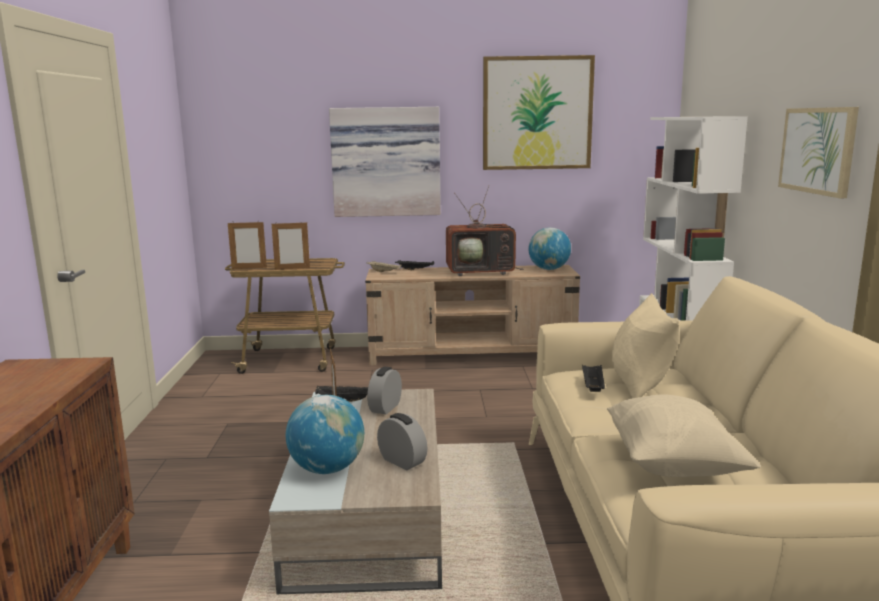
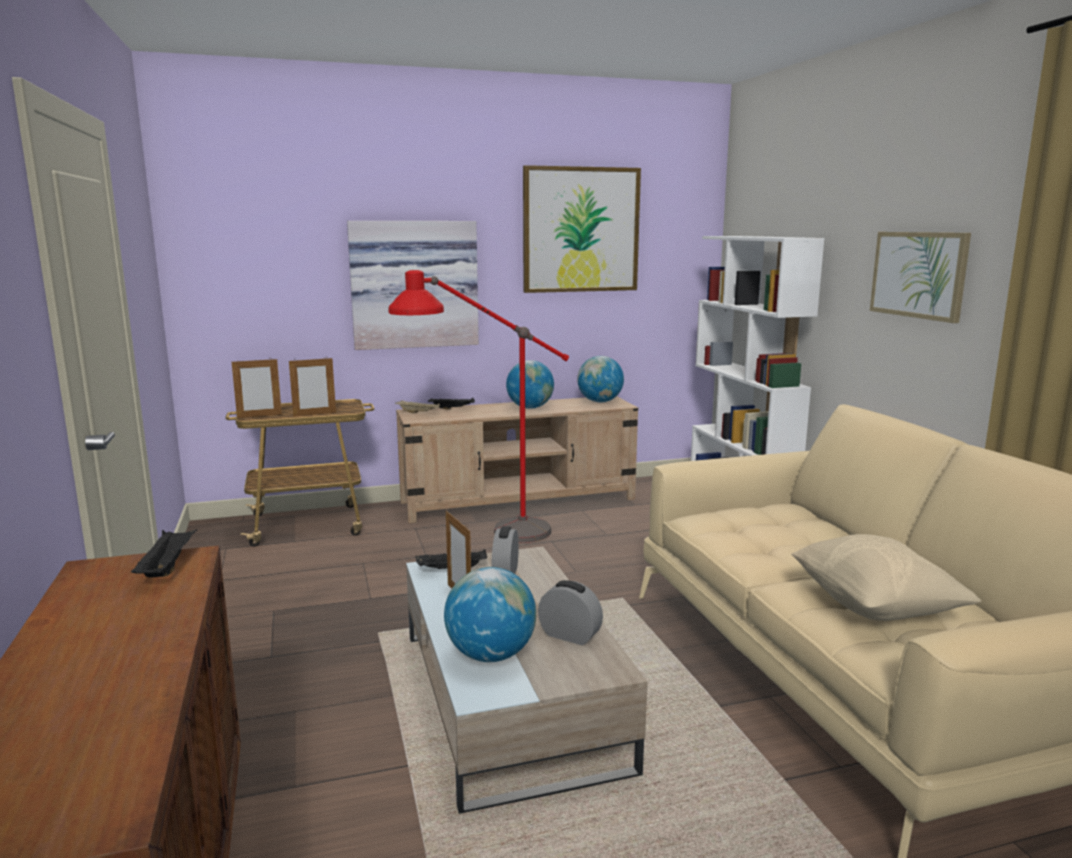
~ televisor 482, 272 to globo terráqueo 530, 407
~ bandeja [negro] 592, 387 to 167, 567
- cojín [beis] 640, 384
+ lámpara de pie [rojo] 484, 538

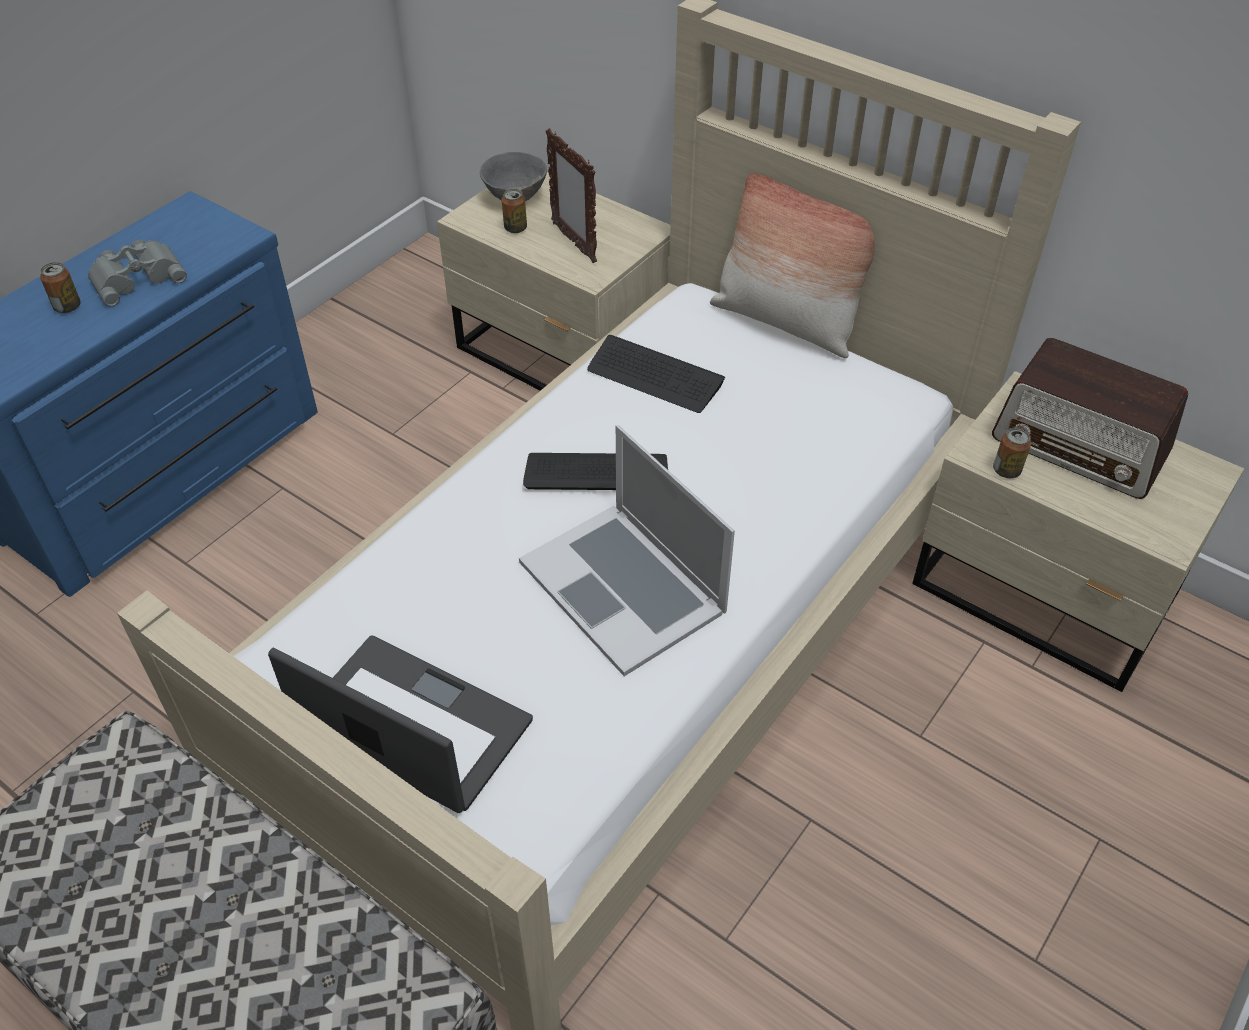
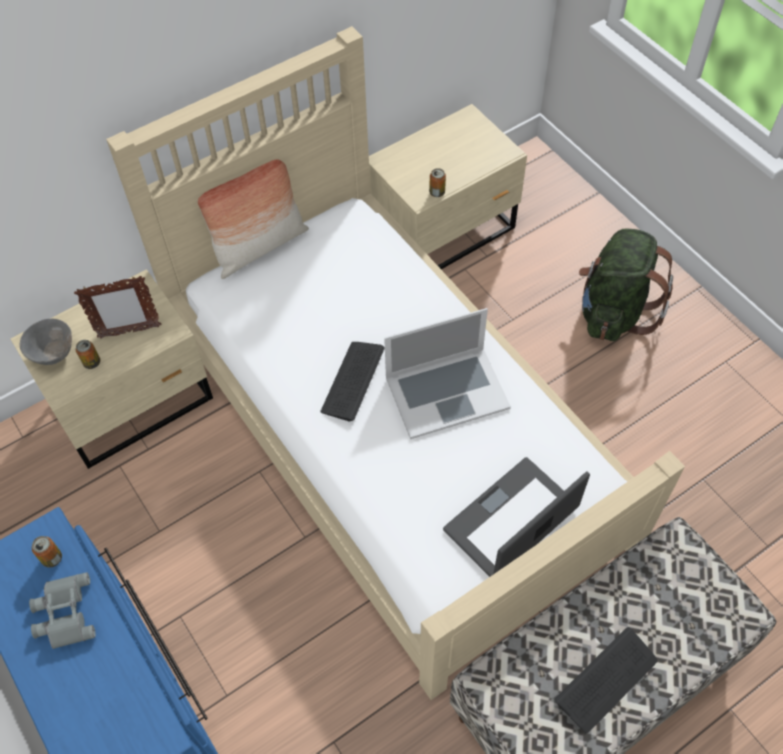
~ lata 67, 307 to 52, 558
~ teclado 654, 376 to 606, 680
- radio 1080, 445
+ mochila [verde] 613, 312

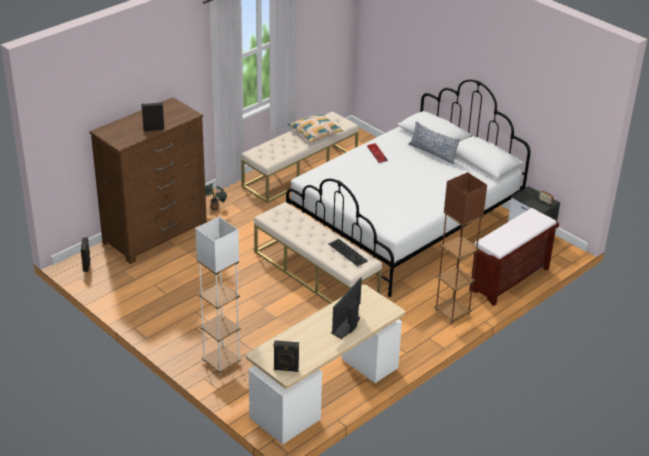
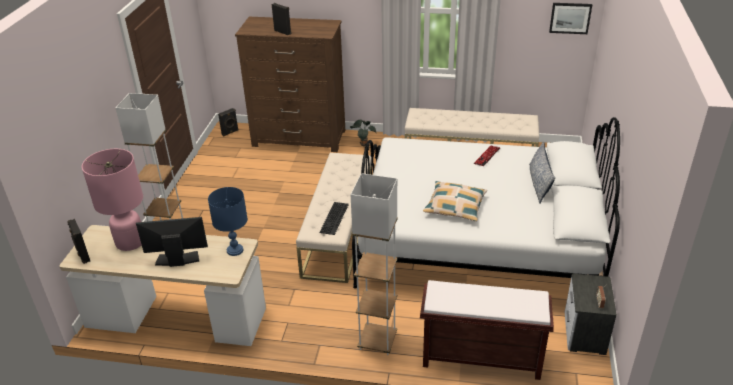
~ cojín 315, 132 to 455, 206
~ lámpara de pie [marrón] 452, 312 to lámpara de pie [blanco] 377, 341
+ lámpara de mesa [rosa] 130, 242
+ lámpara de mesa [azul] 234, 250
+ cuadro 570, 18

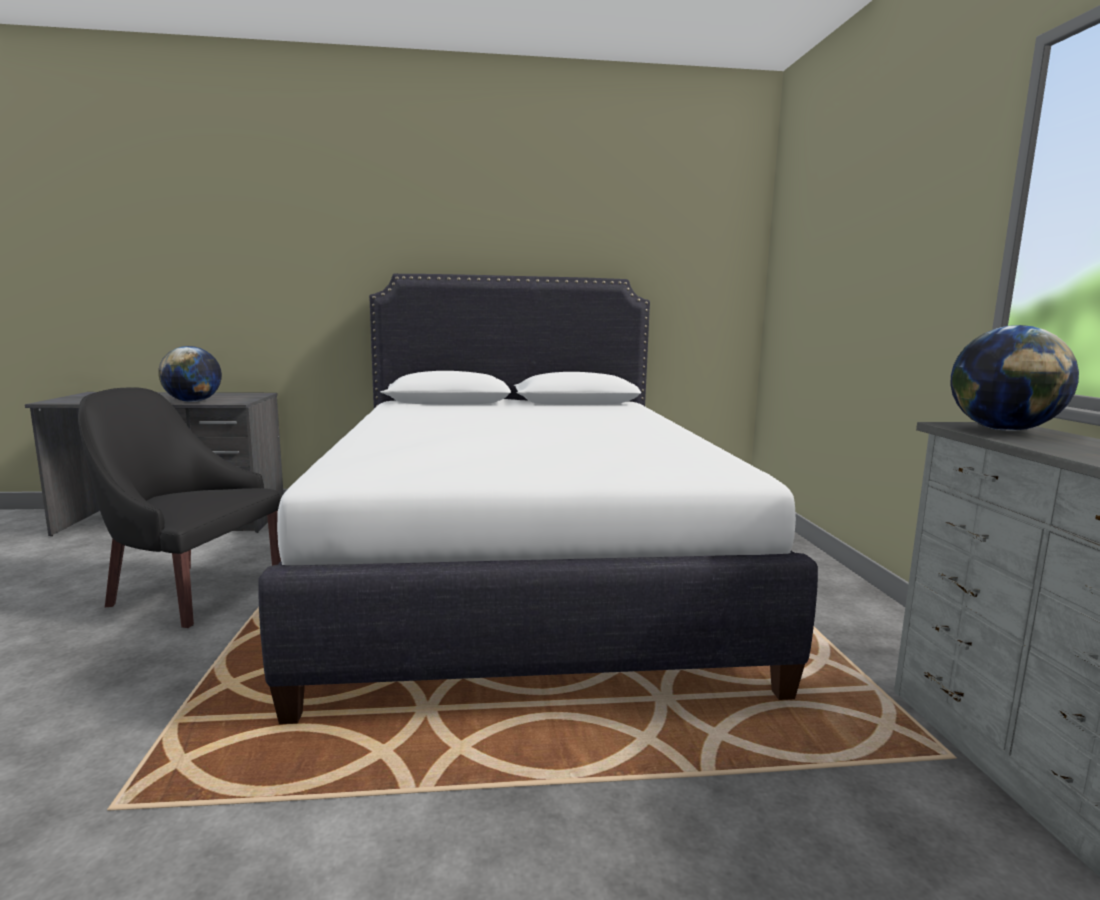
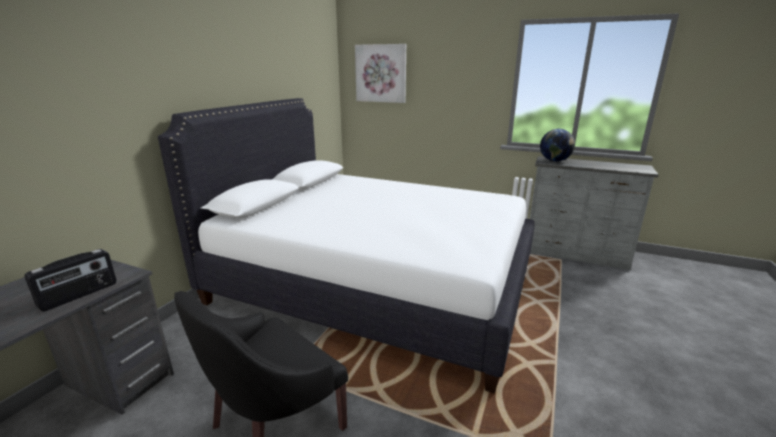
~ globo terráqueo 193, 401 to radio 79, 295
+ cuadro 381, 73

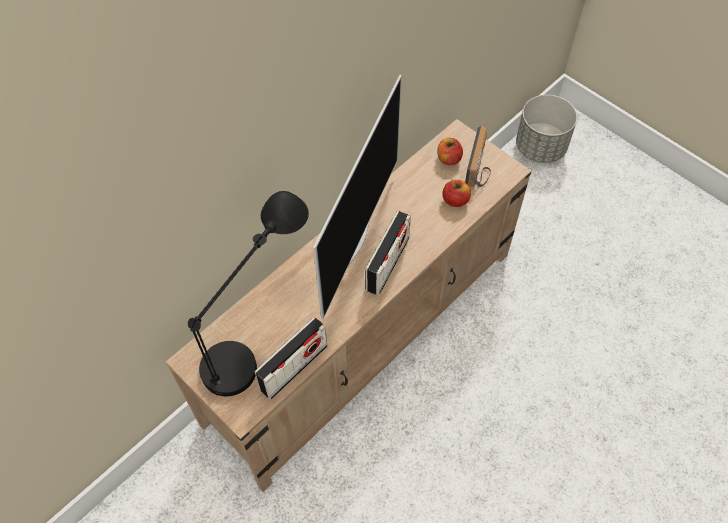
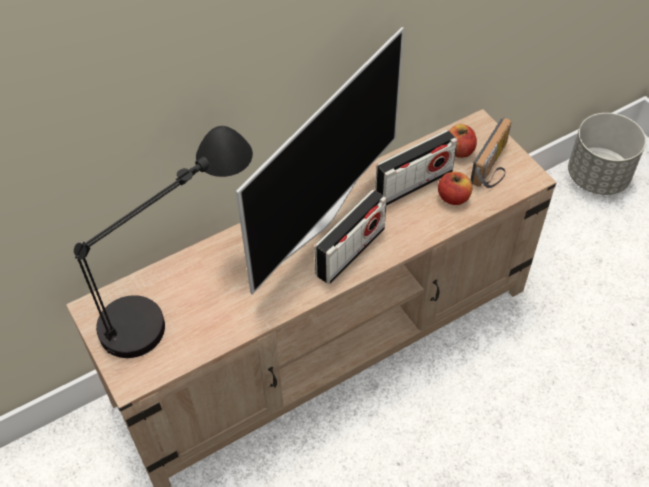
~ radio 294, 367 to 414, 184

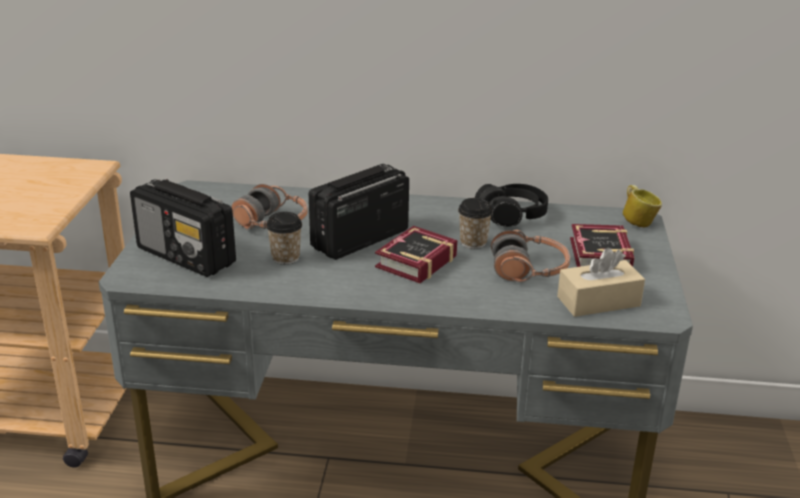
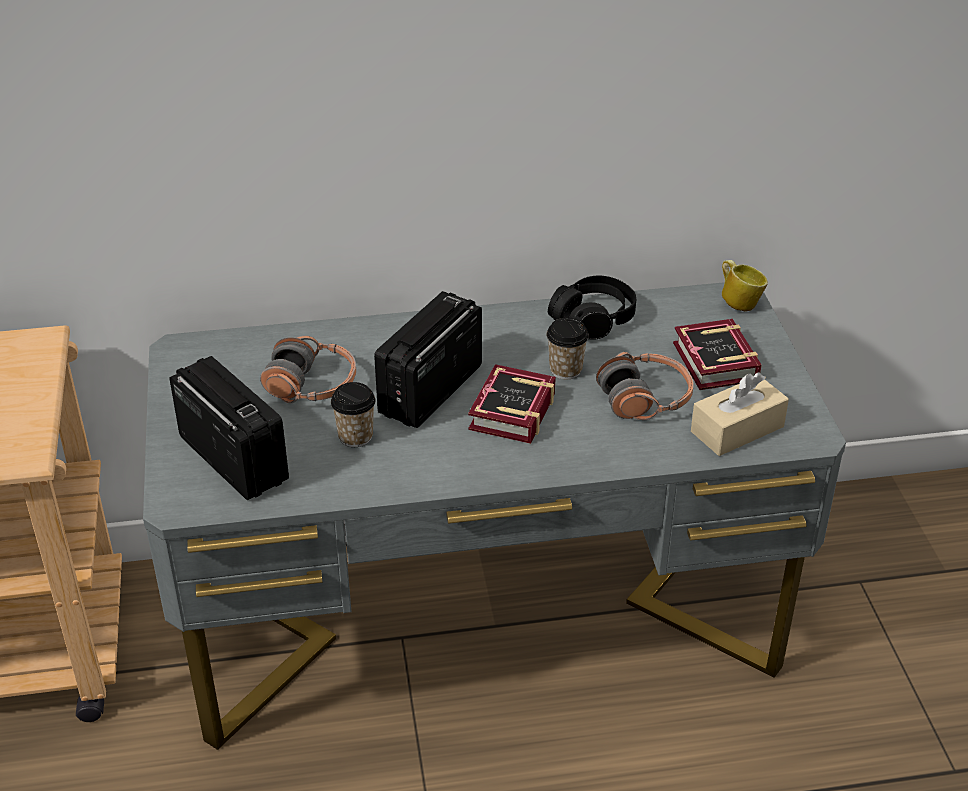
~ radio 186, 256 = 233, 458 150 degrees counterclockwise

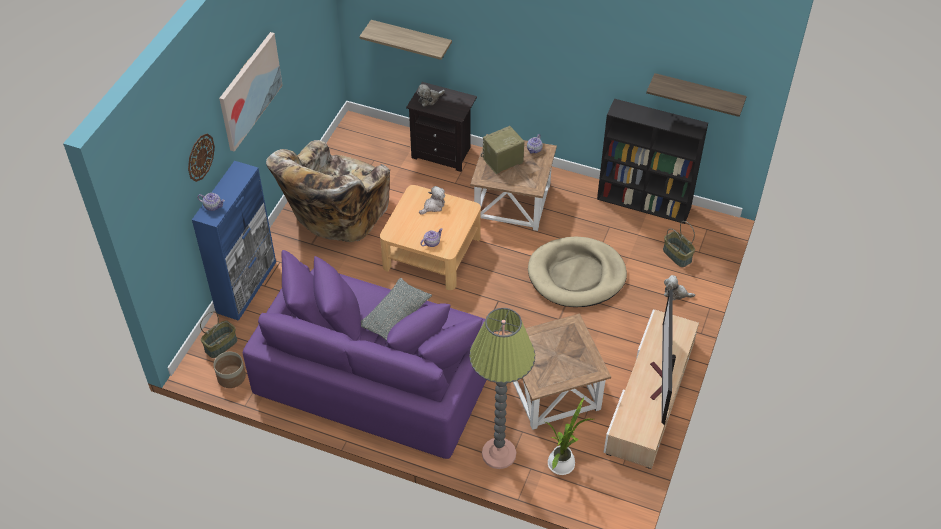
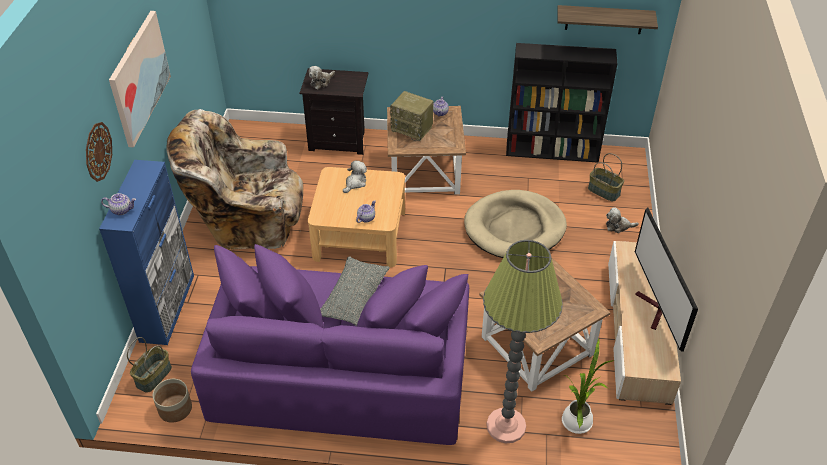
~ sillón [beis] 335, 217 = 246, 219 75 degrees clockwise
- estante 411, 39
~ radio 502, 161 = 412, 128 105 degrees counterclockwise

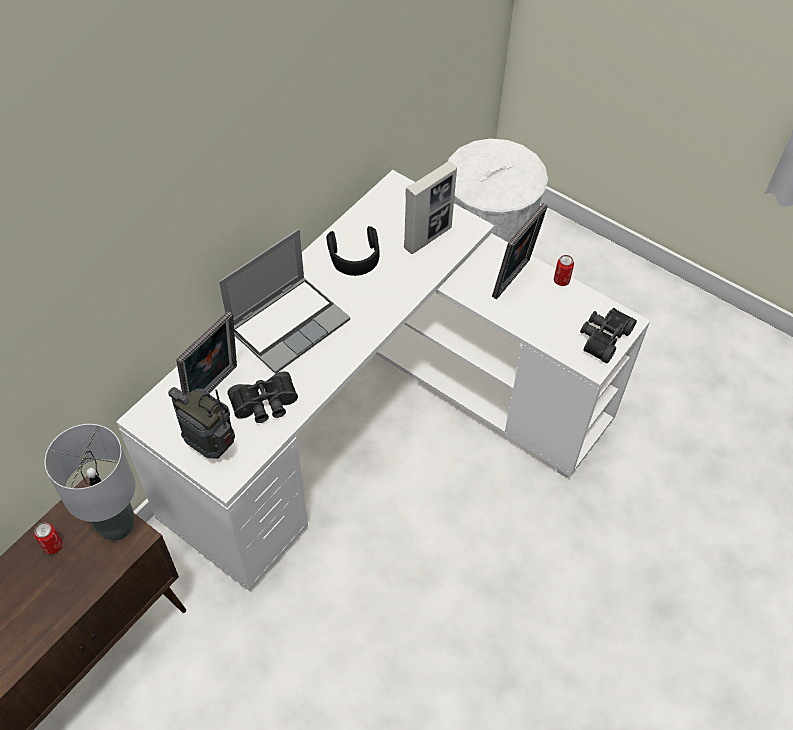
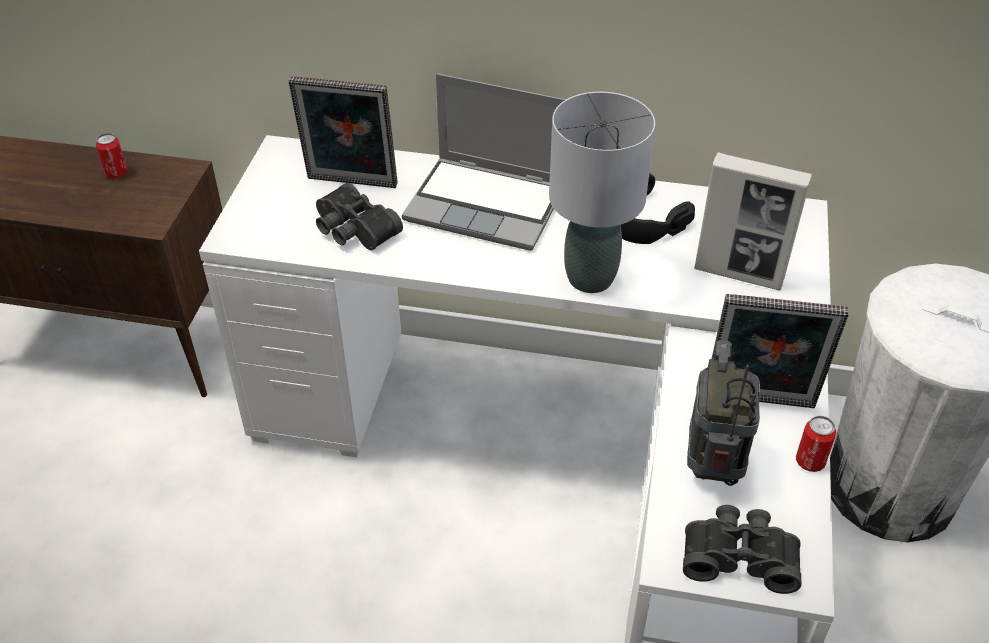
~ lámpara de mesa [gris] 117, 526 to 590, 279
~ radio 211, 446 to 713, 466

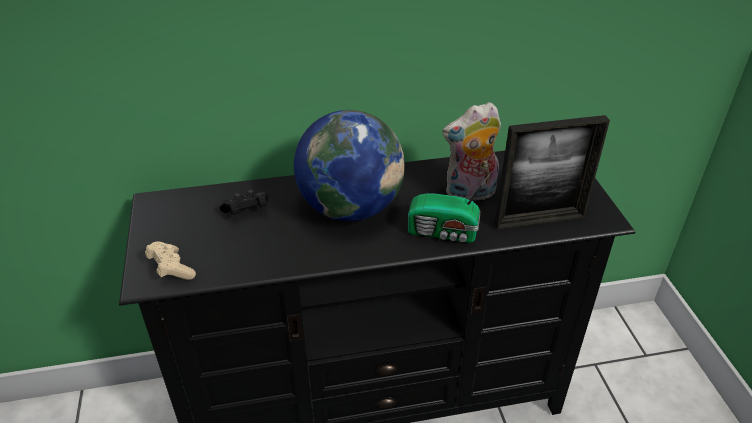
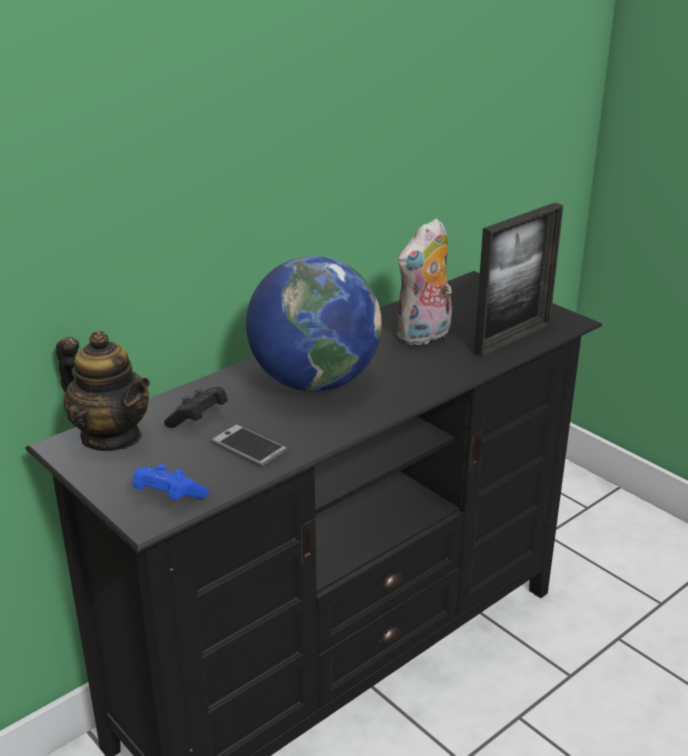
~ mando de consola [beis] 171, 269 to mando de consola [azul] 168, 497
- radio 444, 232
+ tetera 111, 436
+ móvil 249, 447

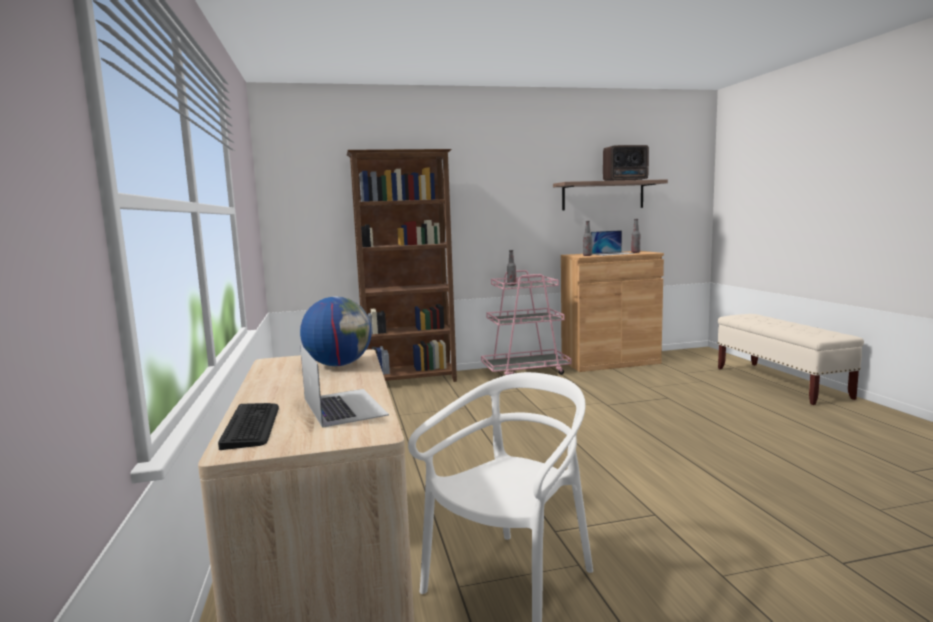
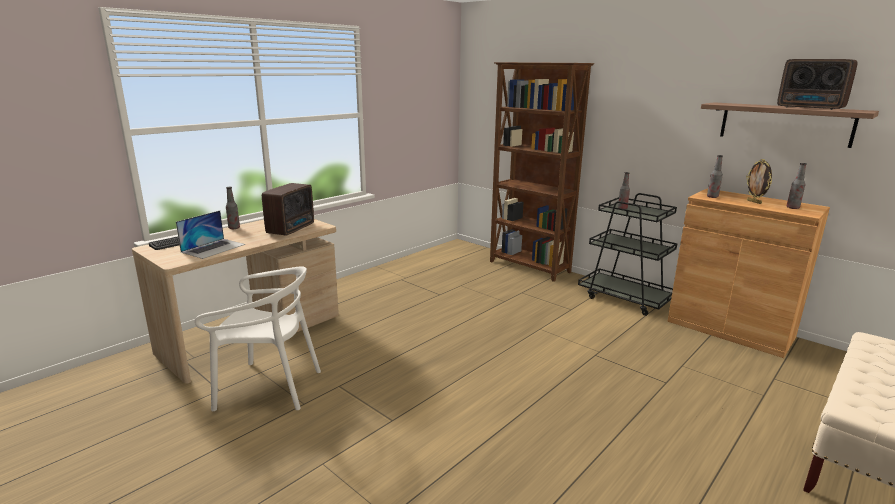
~ globo terráqueo 338, 365 to radio 292, 229
~ carrito [rosa] 526, 371 to carrito [negro] 625, 298
~ portátil 612, 254 to portarretratos 754, 202
+ botella 234, 228

